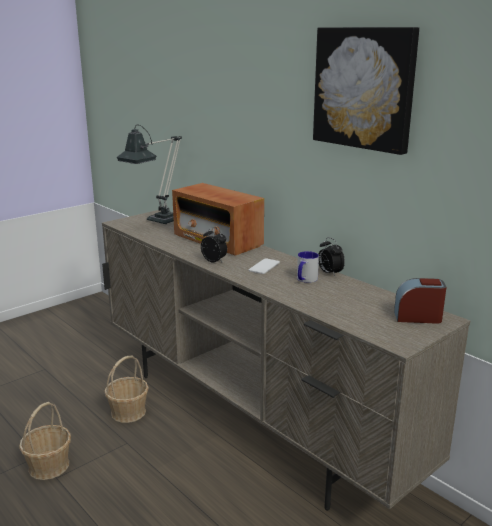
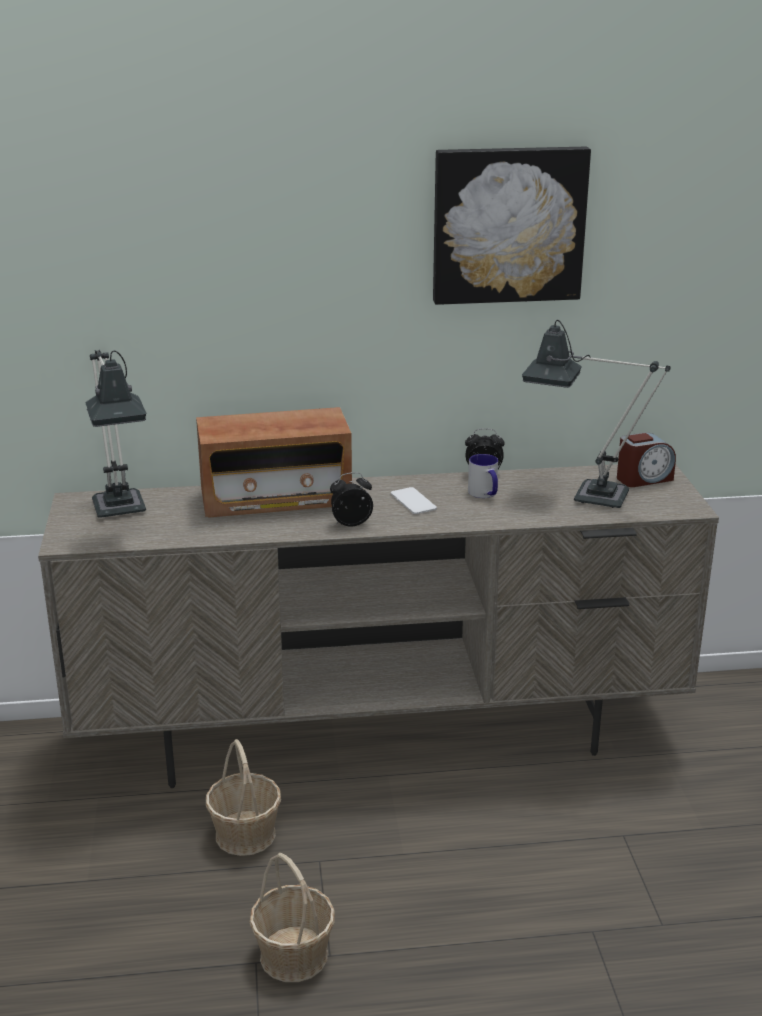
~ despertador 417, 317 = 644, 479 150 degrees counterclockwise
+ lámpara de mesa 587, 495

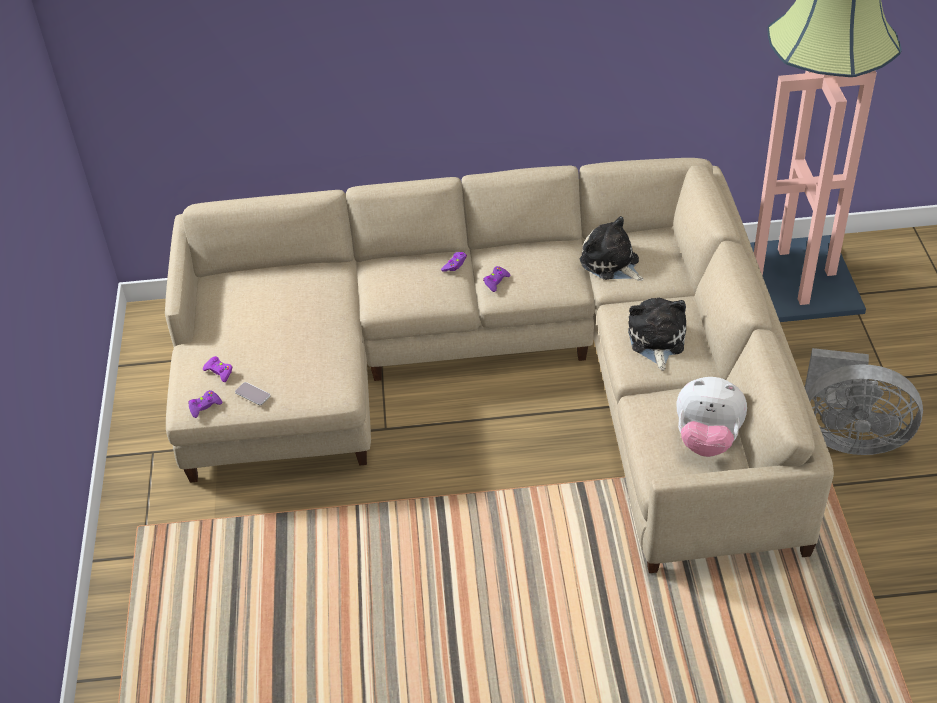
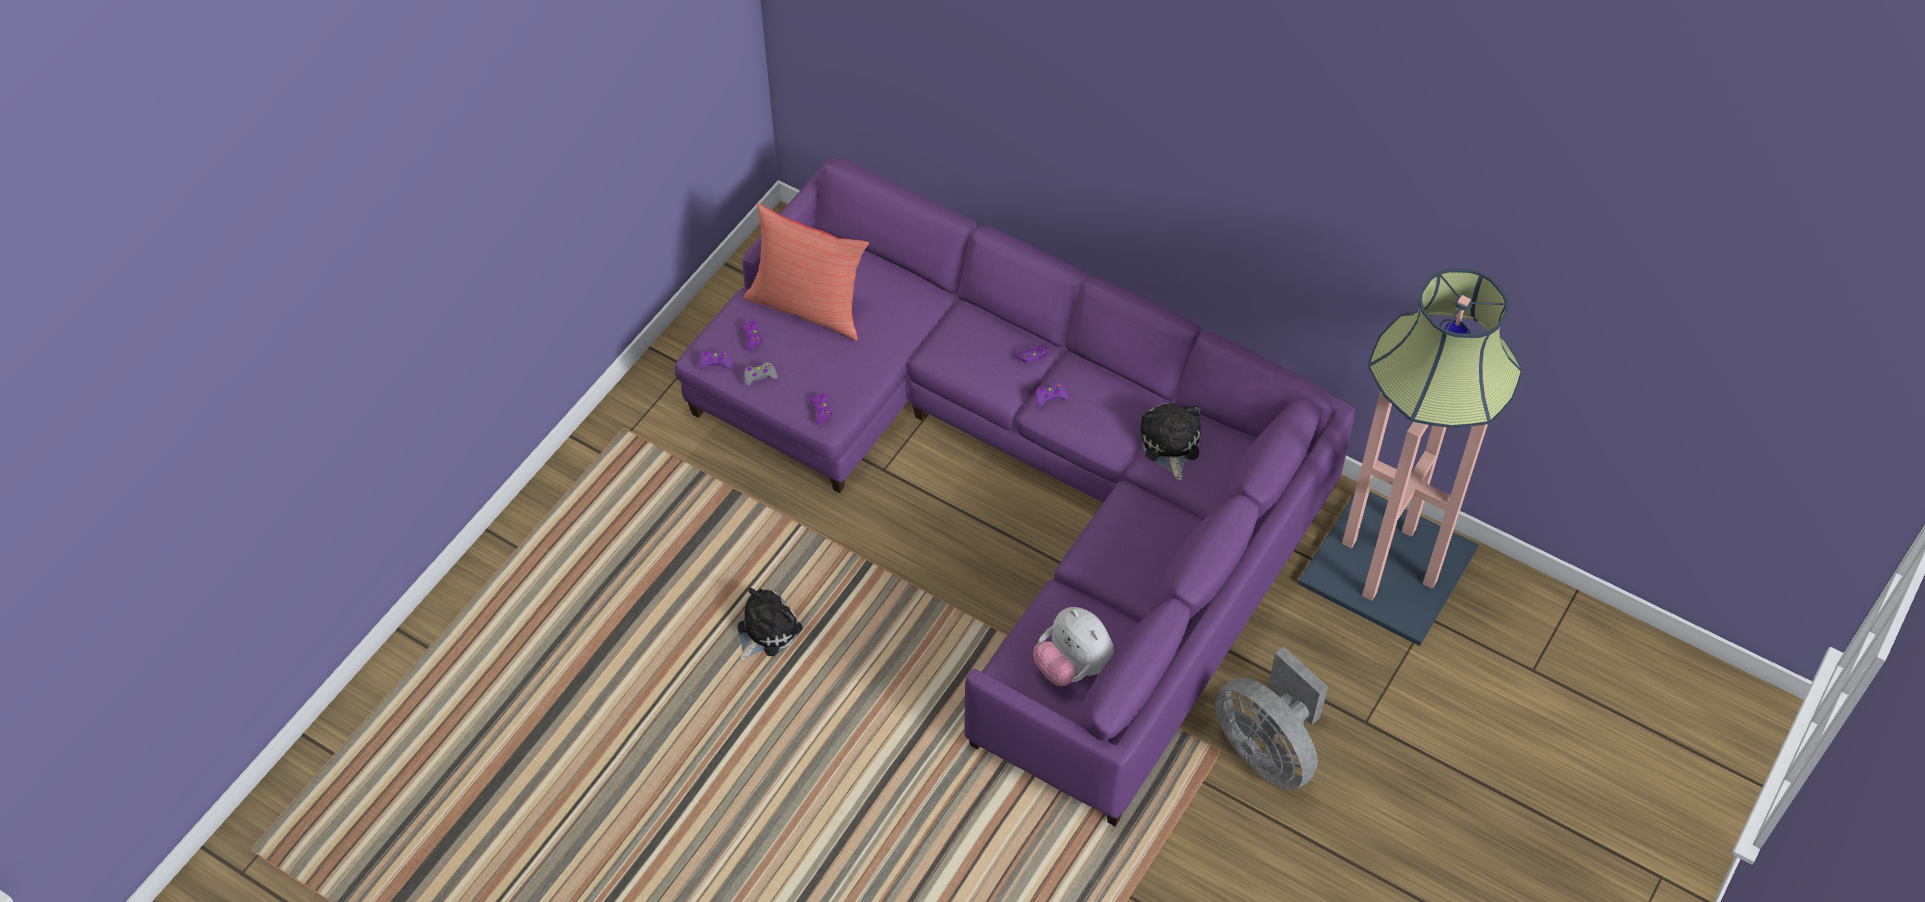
~ sofá [beis] 498, 374 to sofá [morado] 1023, 481
~ móvil 252, 394 to mando de consola [gris] 759, 376
~ peluche 656, 341 to 766, 631
+ cojín [rojo] 808, 306
+ mando de consola [morado] 821, 410

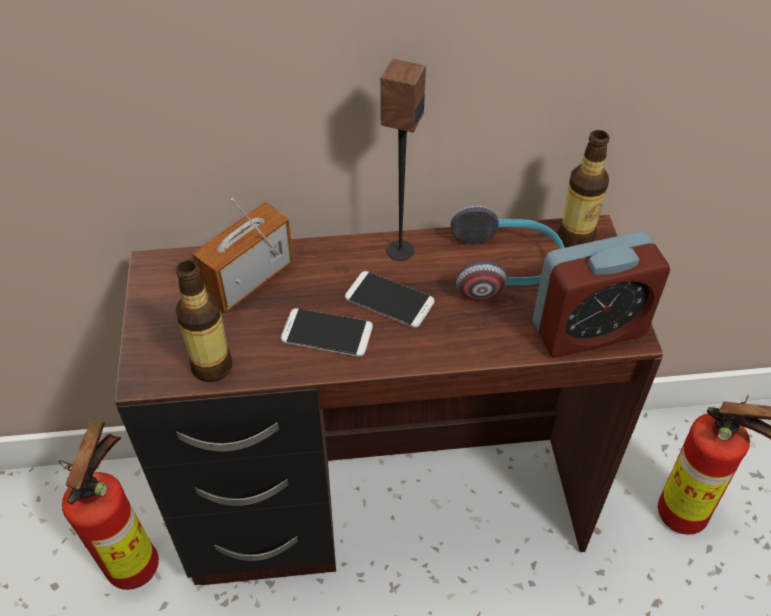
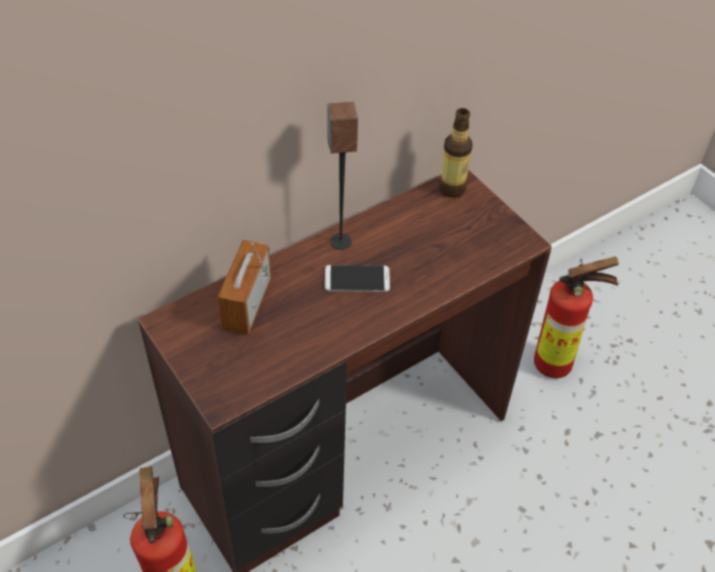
- botella 212, 366
- móvil 327, 333
- auriculares 505, 268
- despertador 588, 330

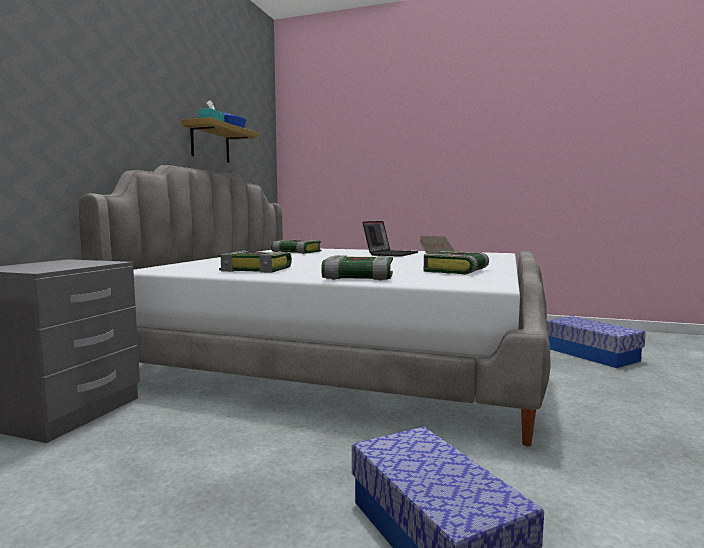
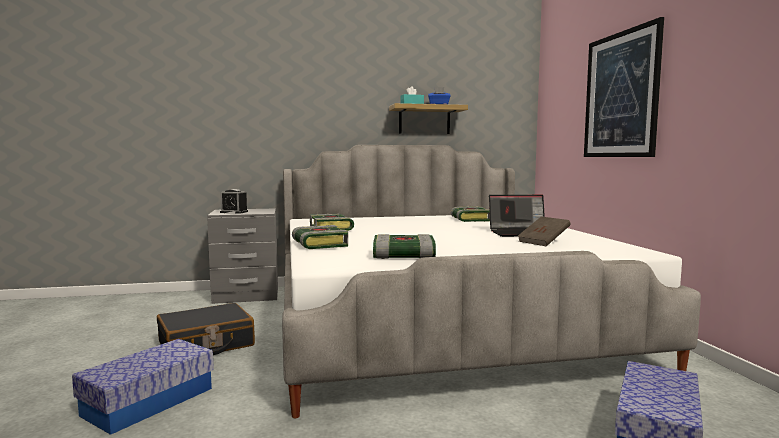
+ maleta [negro] 206, 344
+ despertador 234, 212
+ cuadro 620, 95

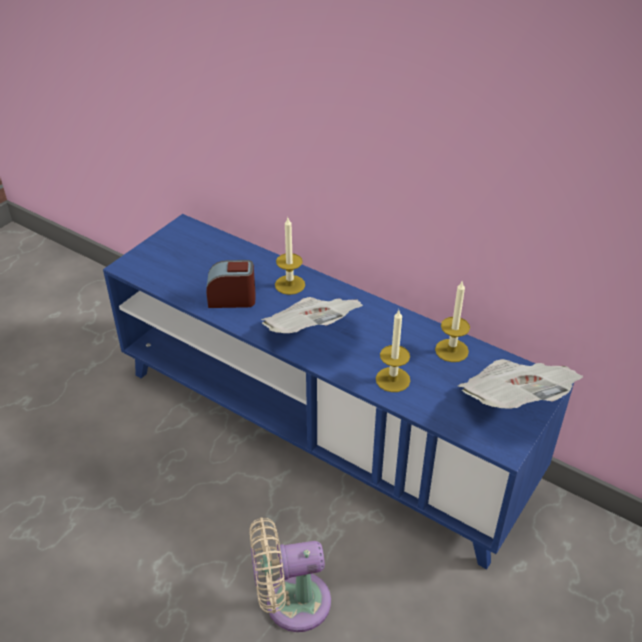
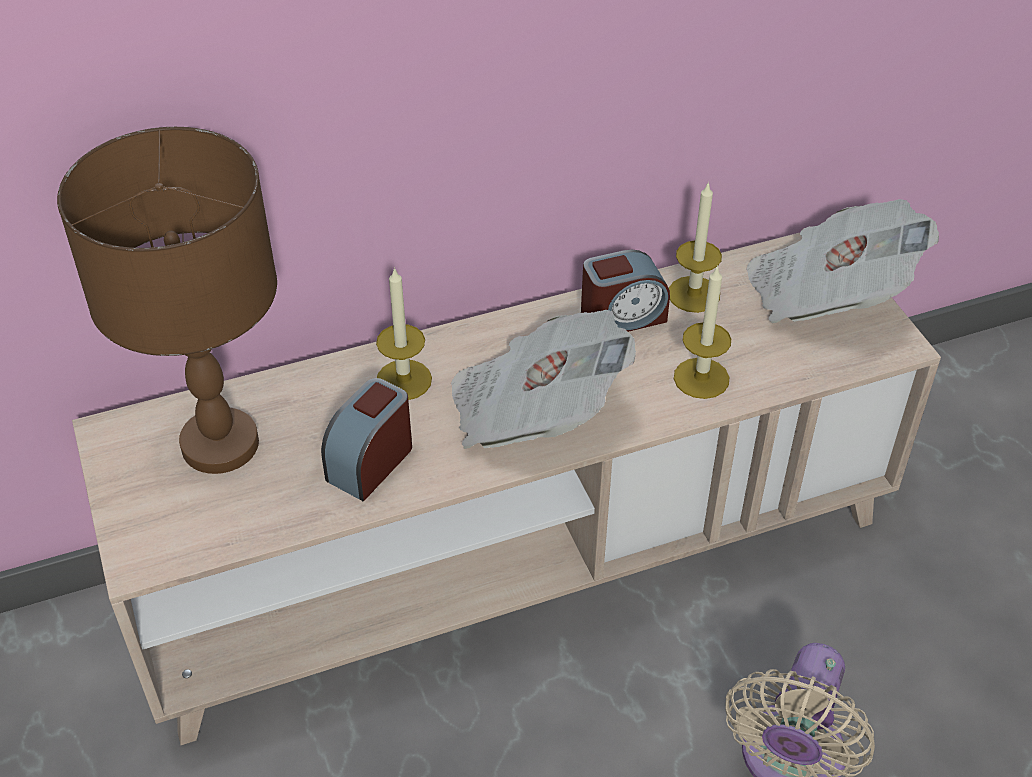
~ mueble de televisión [azul] 321, 428 to mueble de televisión [beis] 516, 558
+ lámpara de mesa [marrón] 219, 445
+ despertador 622, 317

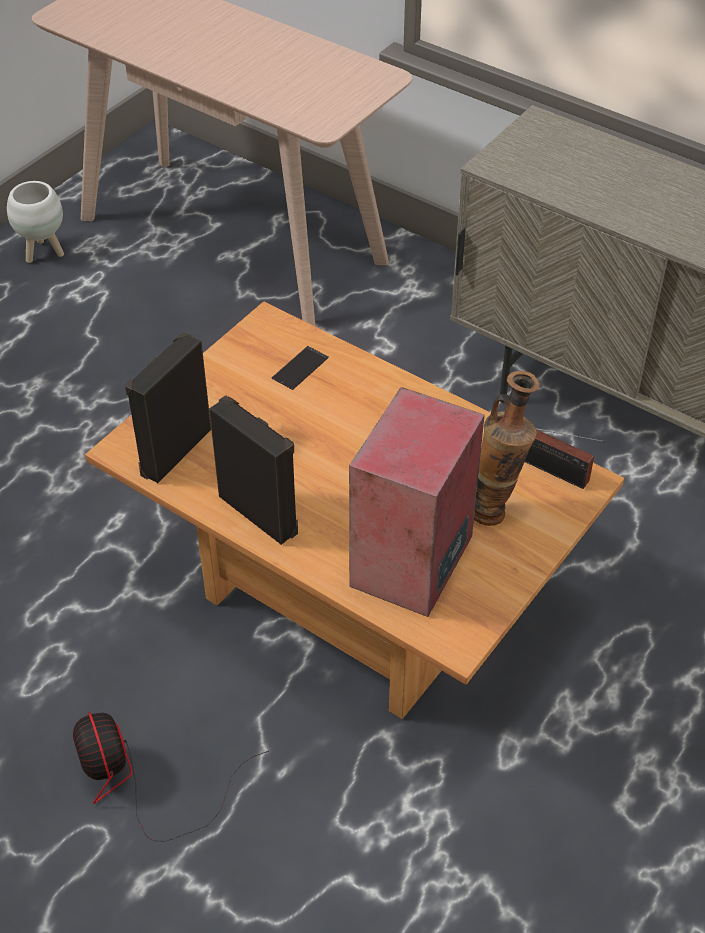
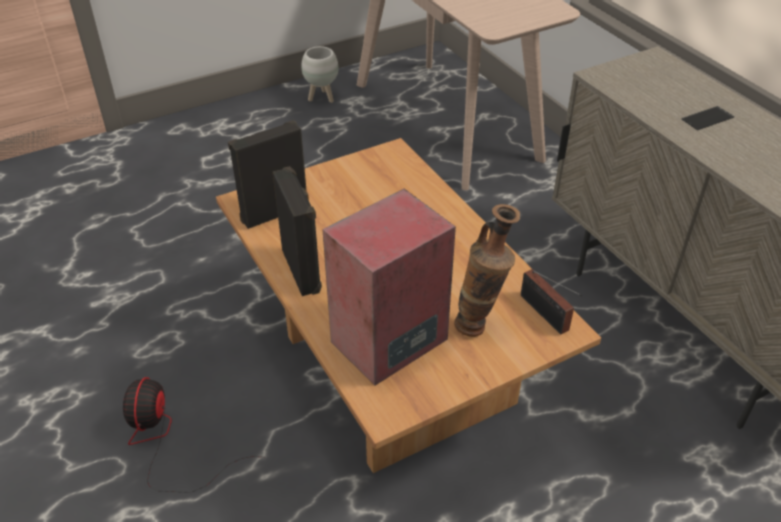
~ móvil 300, 368 to 707, 118

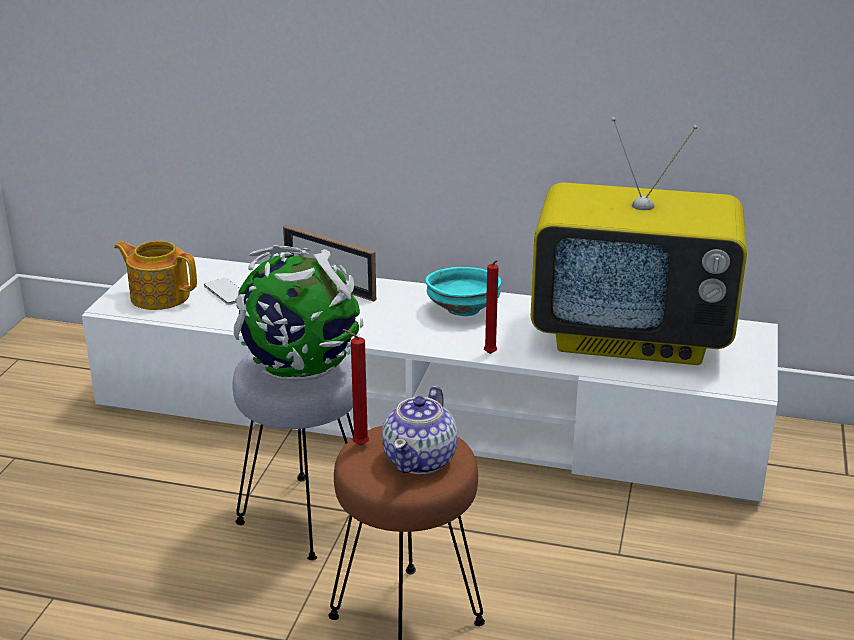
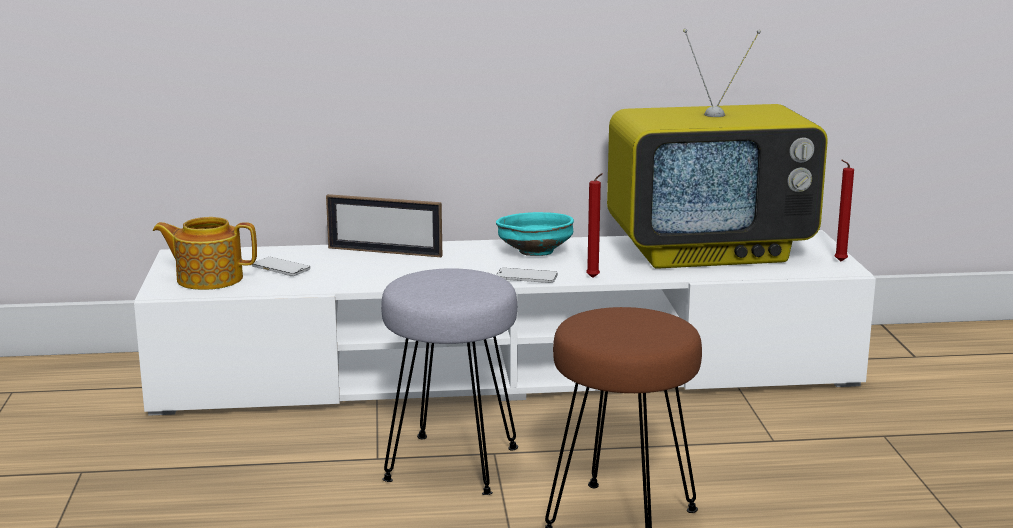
- globo terráqueo 300, 371
~ vela [rojo] 358, 445 to 838, 262
- tetera 421, 459
+ móvil 526, 278

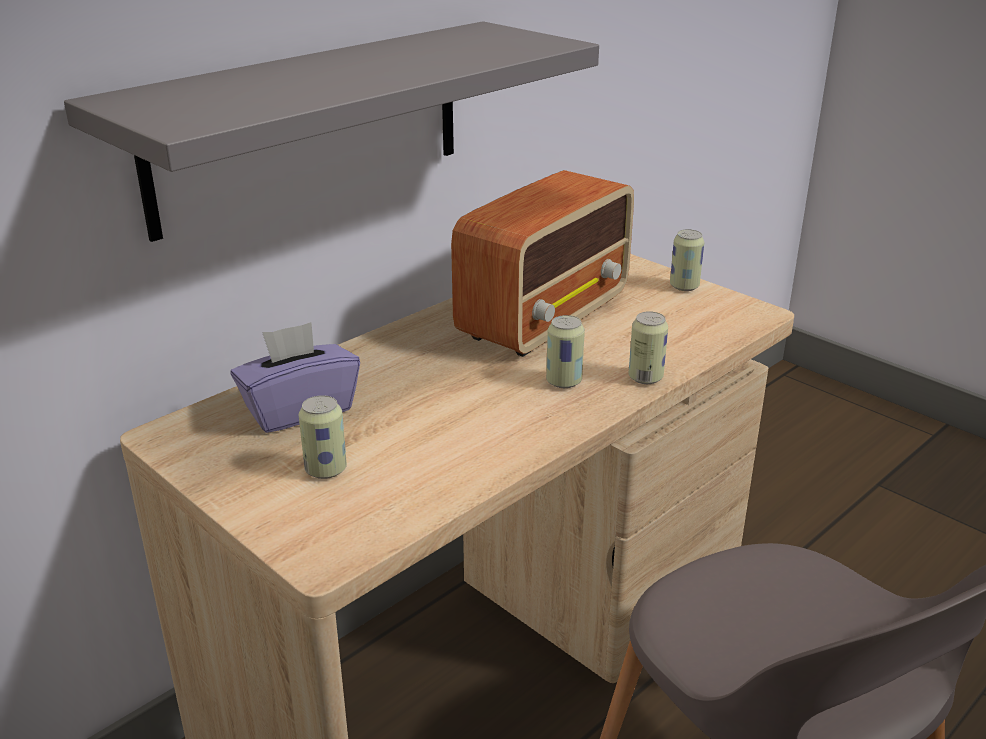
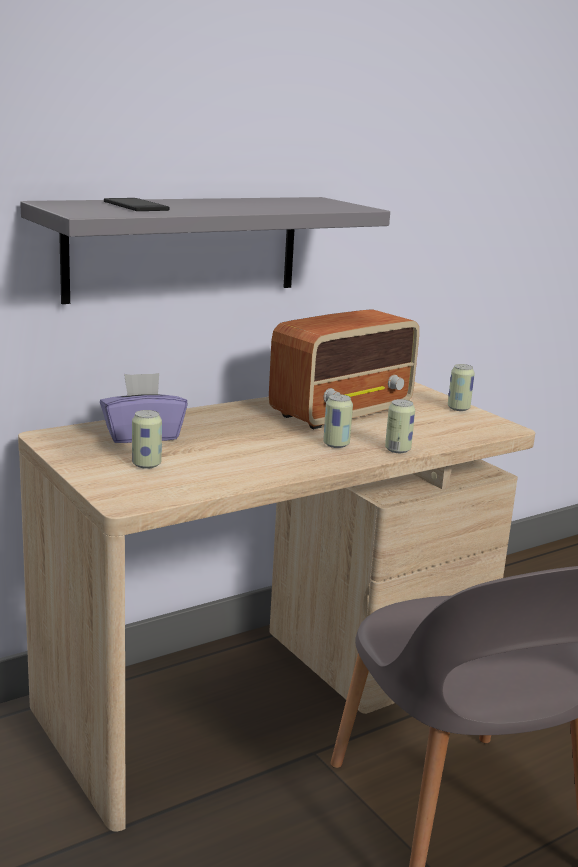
+ móvil 135, 206

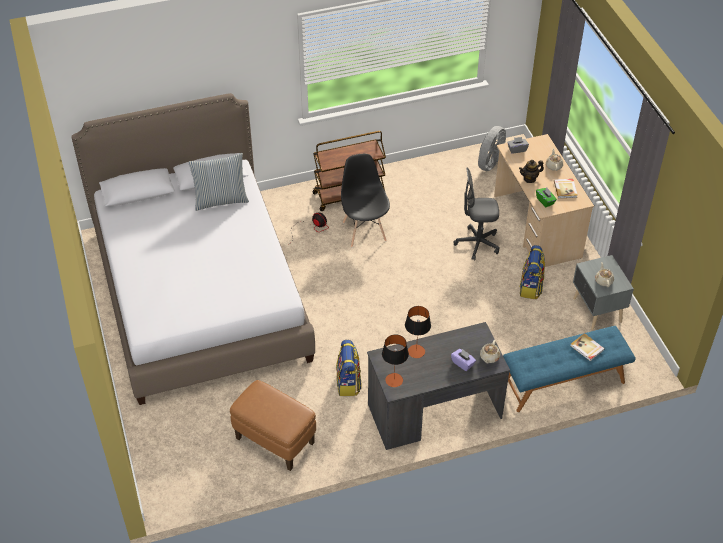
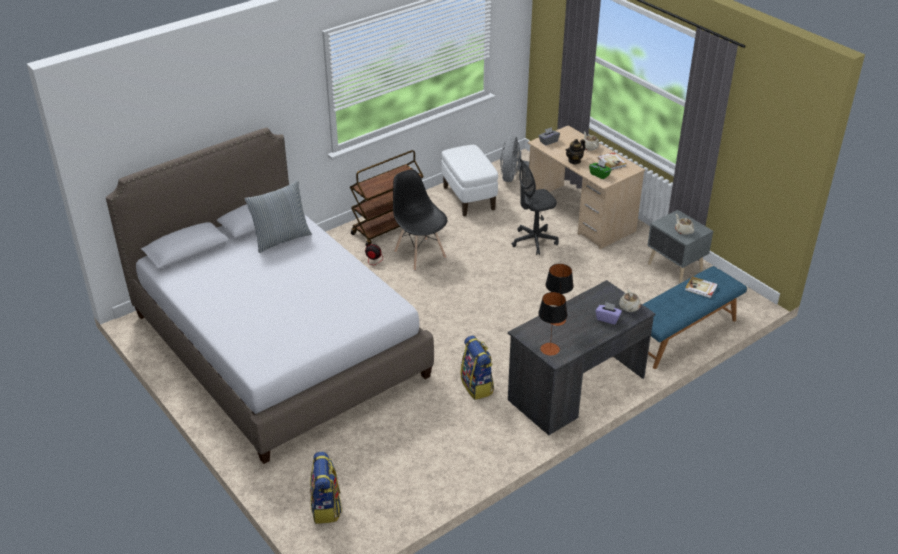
- puf [marrón] 274, 440
~ mochila 531, 287 to 326, 507
+ puf [blanco] 469, 198

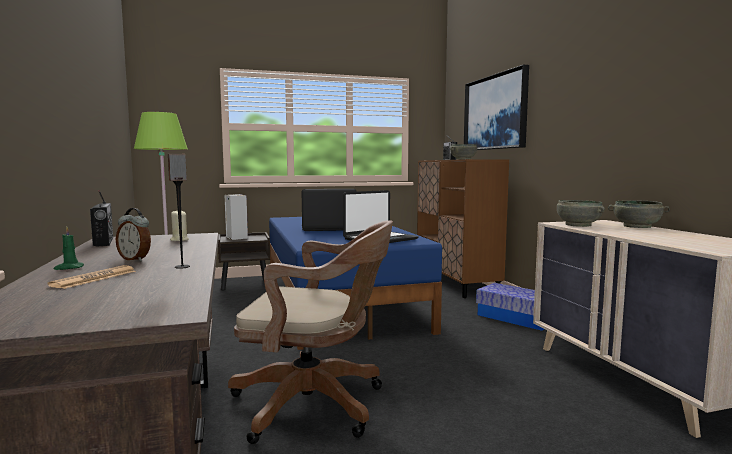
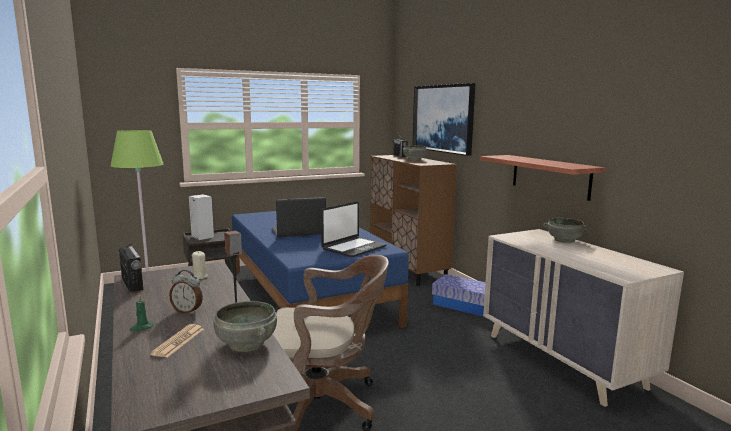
~ cuenco [gris] 577, 225 to 245, 344
+ estante 550, 176

